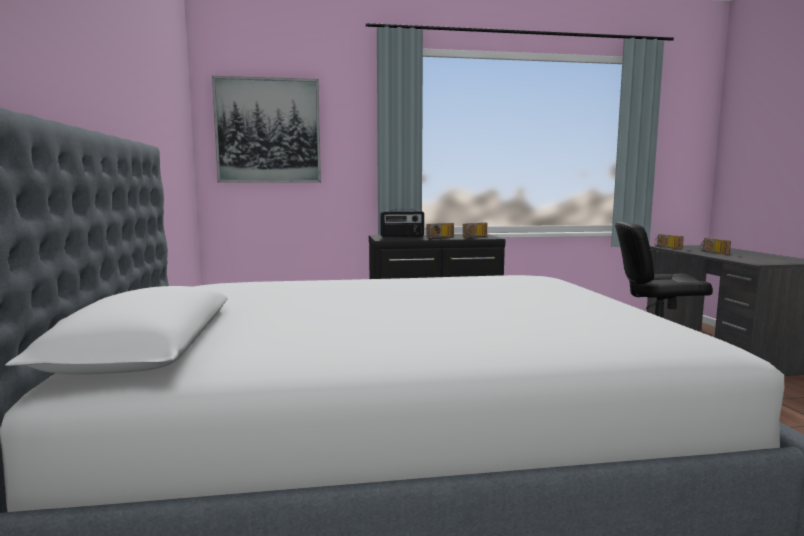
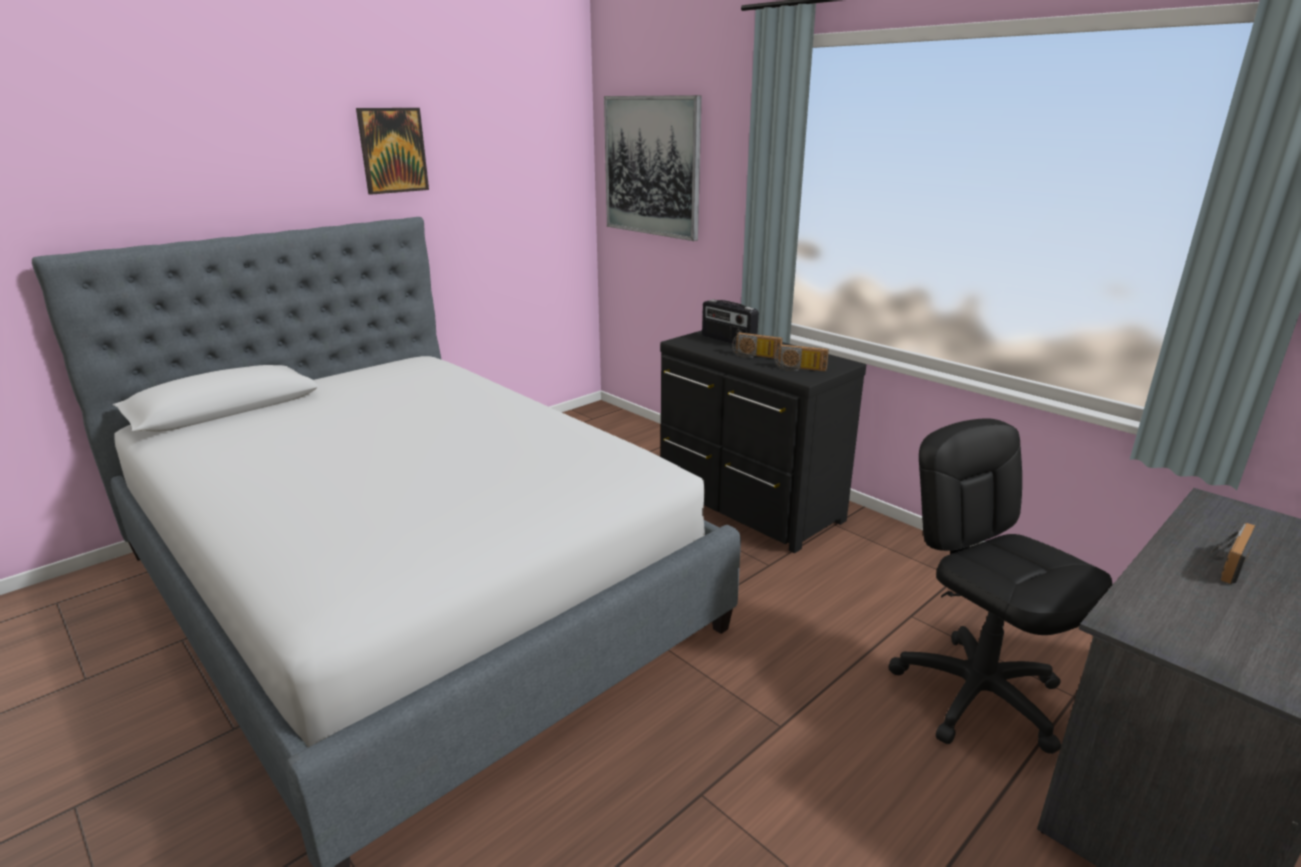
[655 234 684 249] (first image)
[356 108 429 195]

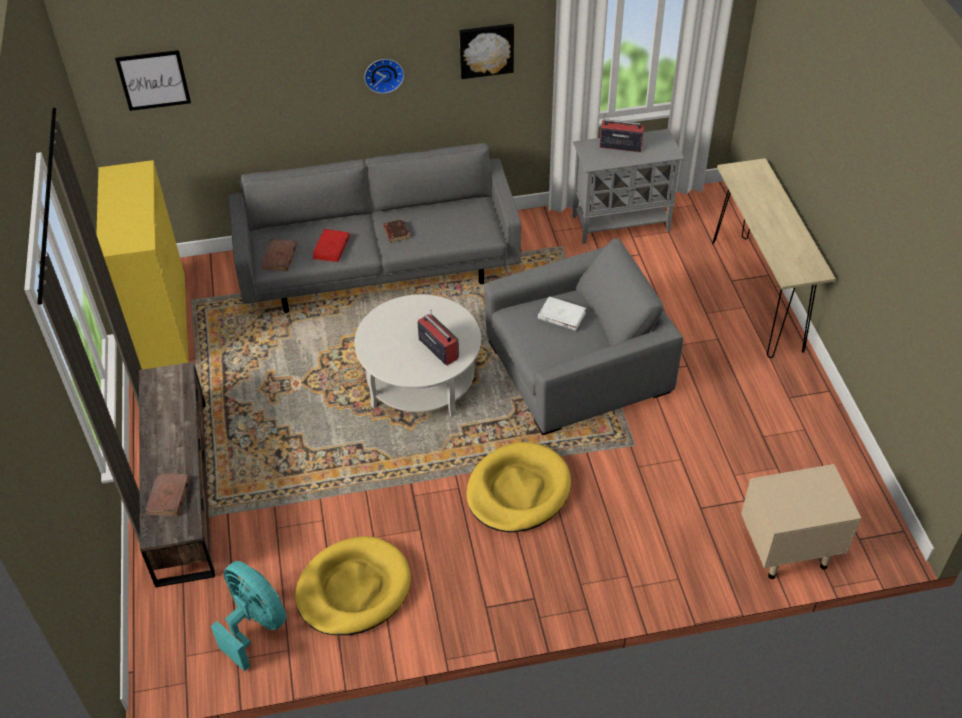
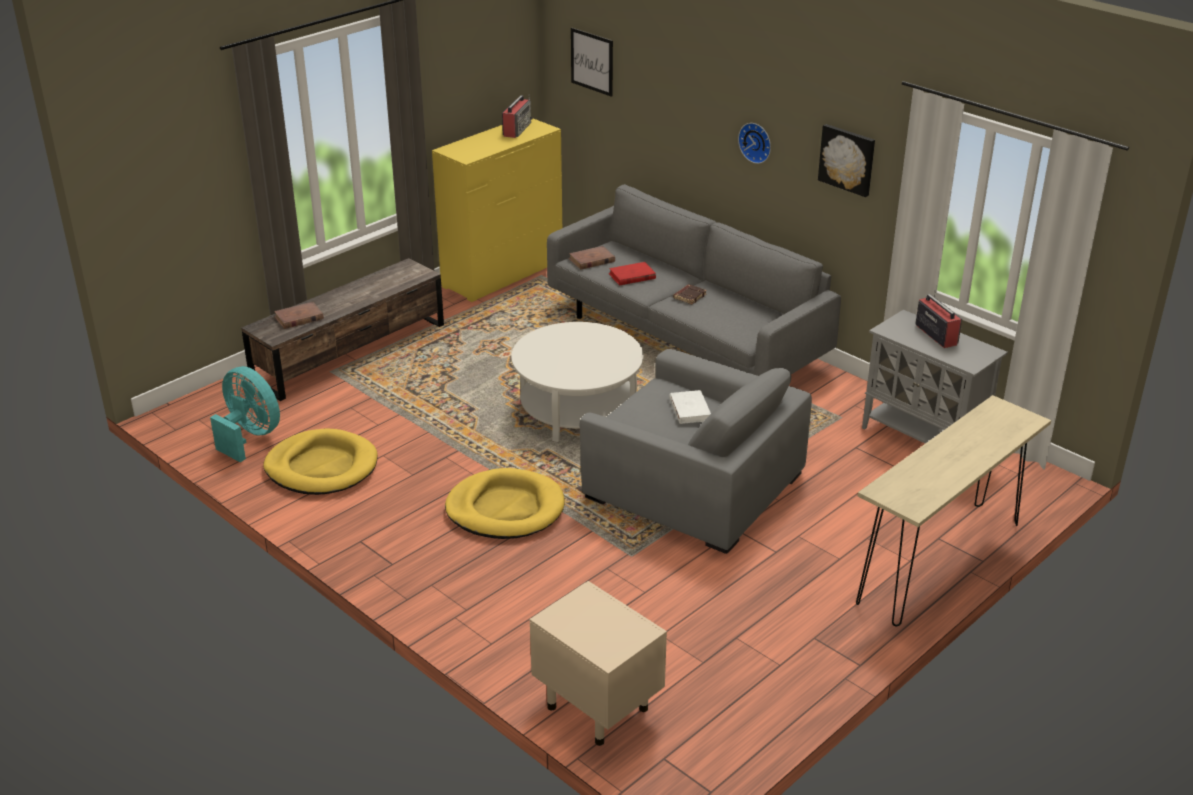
[502 94 533 138]
[210 366 280 462]

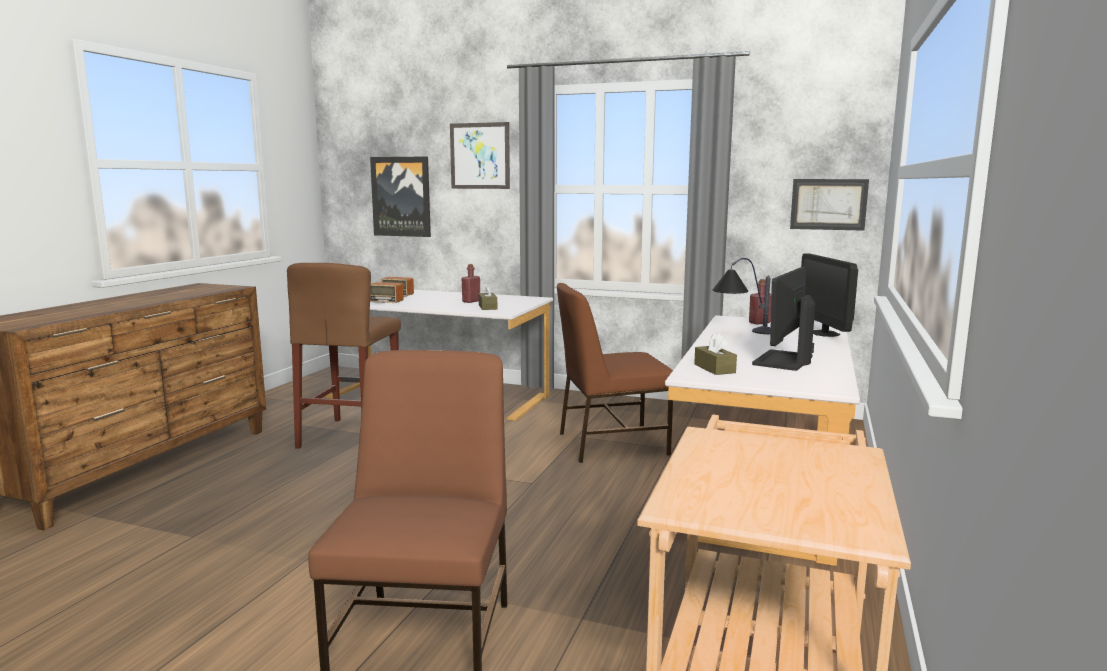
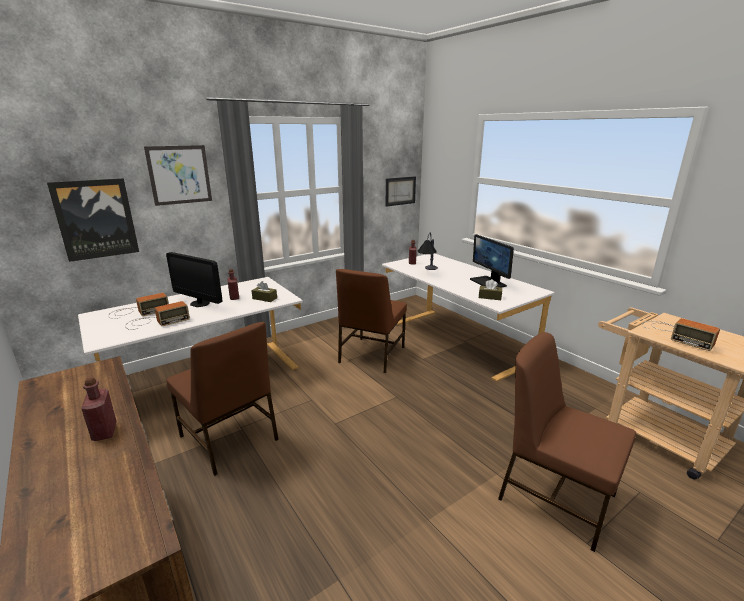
[166 252 222 307]
[166 322 279 476]
[642 318 720 351]
[81 377 117 441]

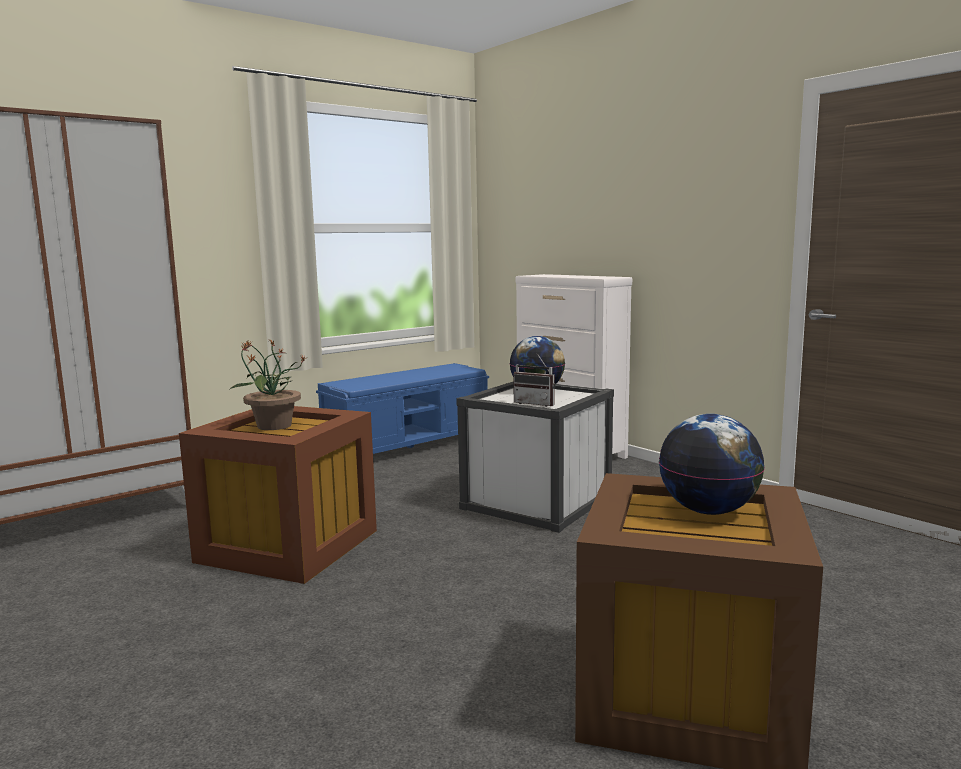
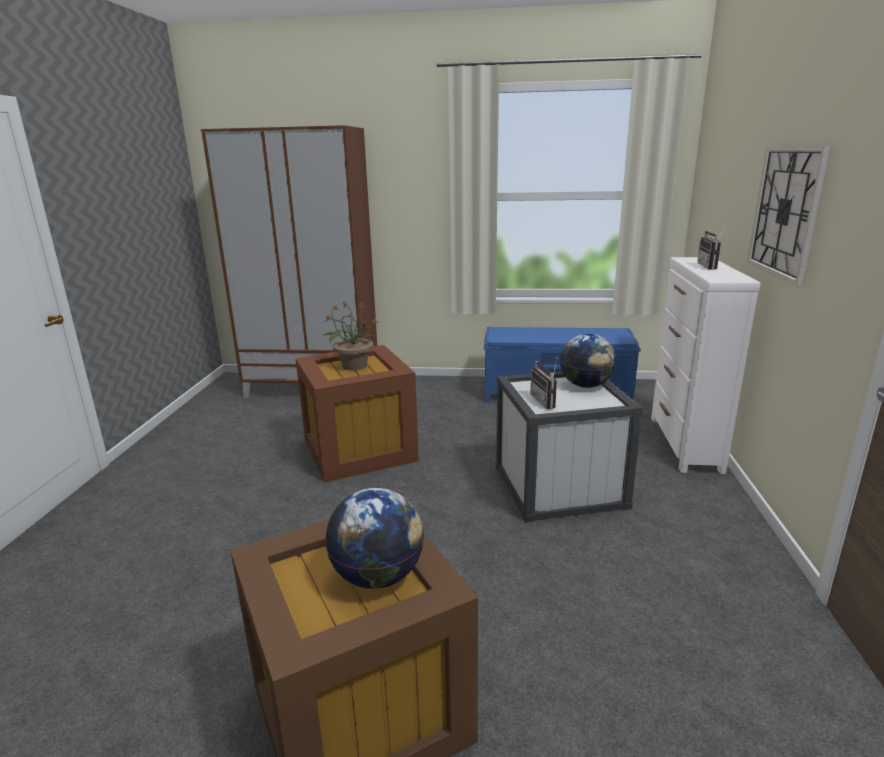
[747 146 831 285]
[697 223 727 270]

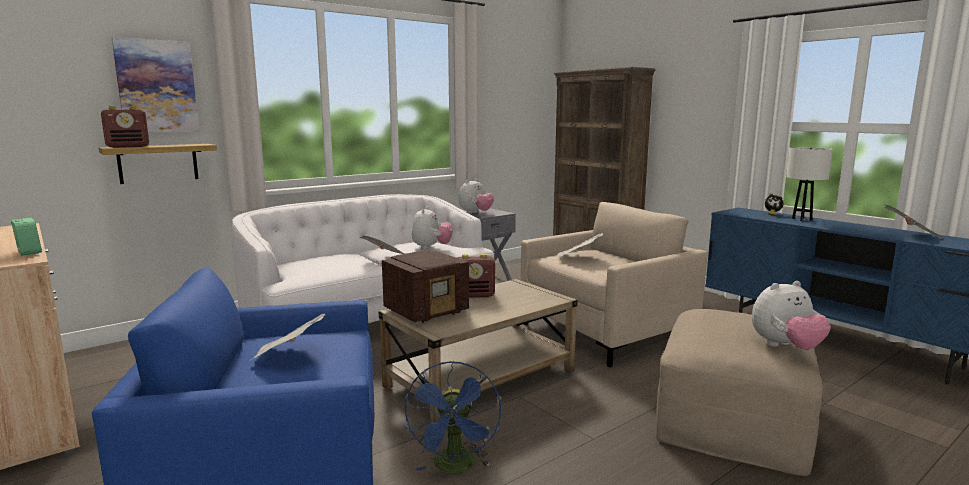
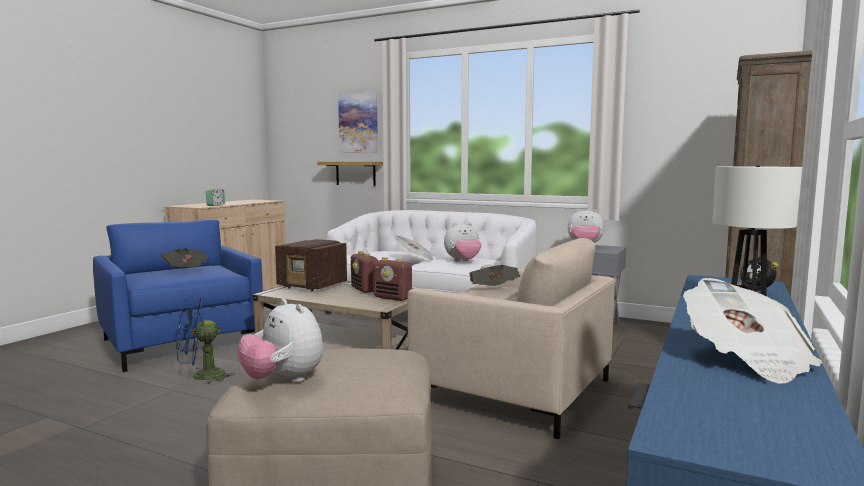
[373 257 412 301]

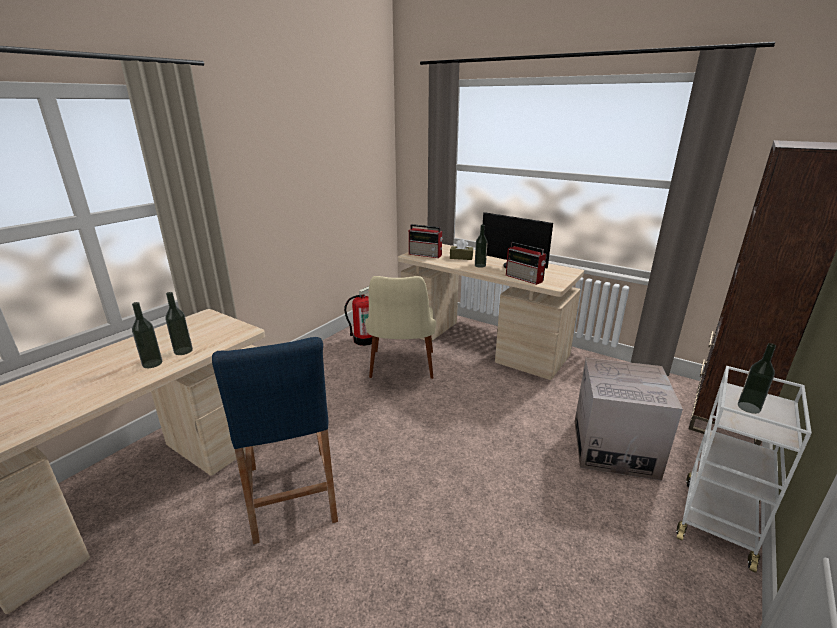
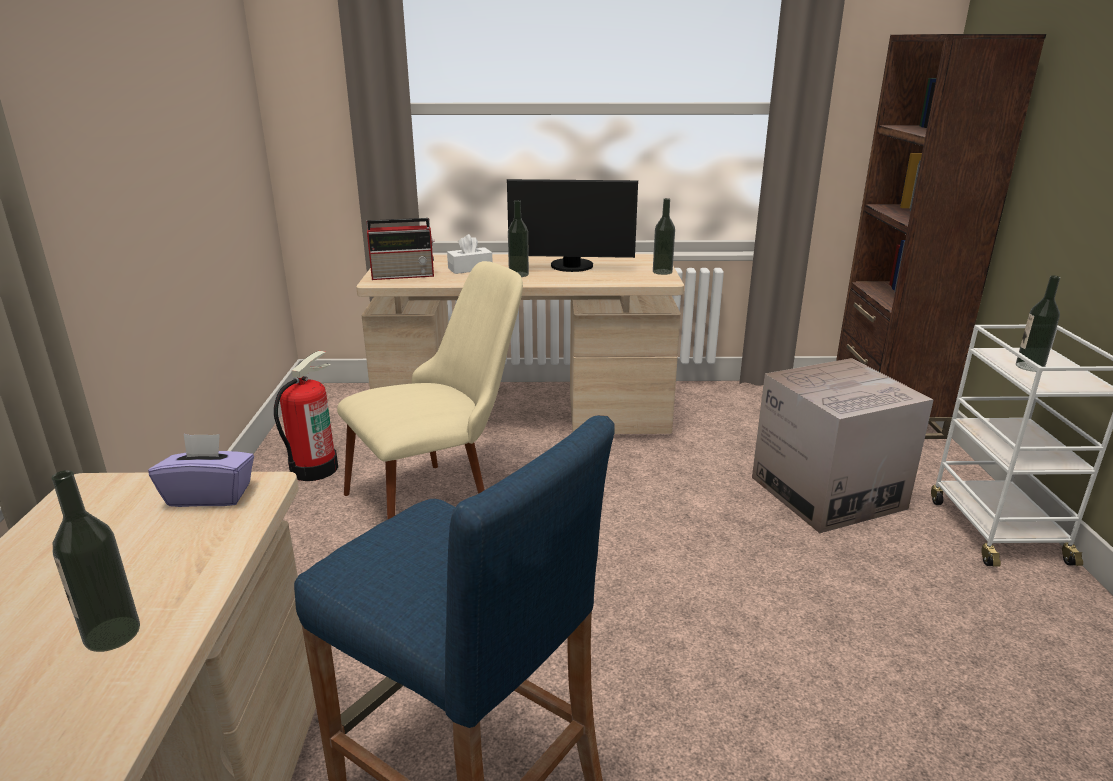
[447 234 493 274]
[506 242 547 285] (first image)
[337 261 523 520]
[653 198 675 275]
[148 434 254 507]

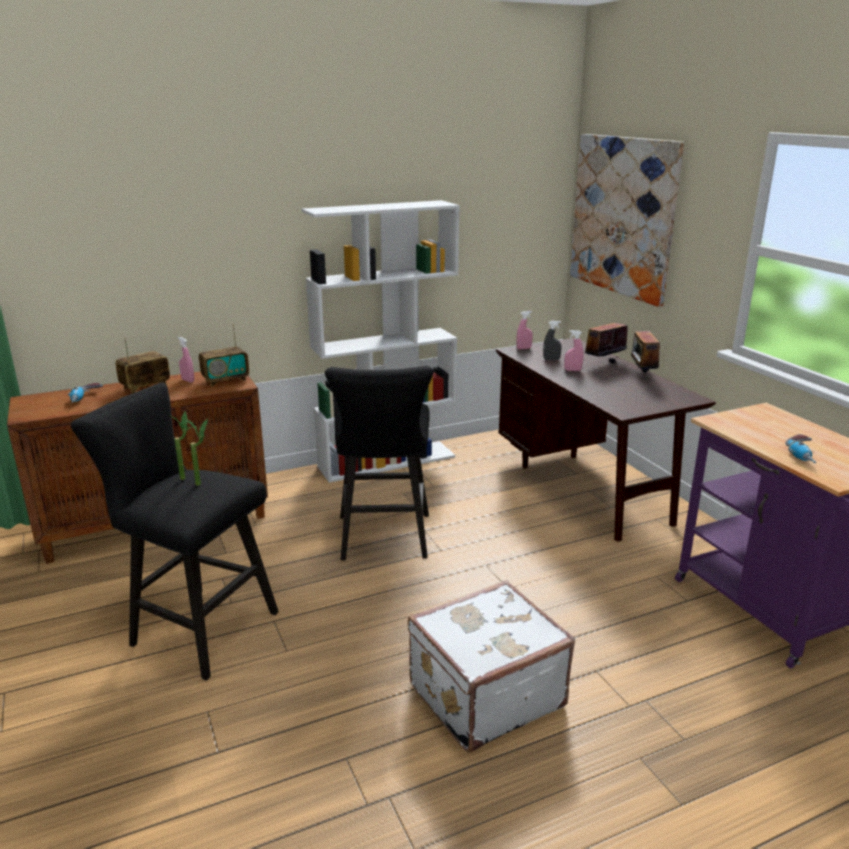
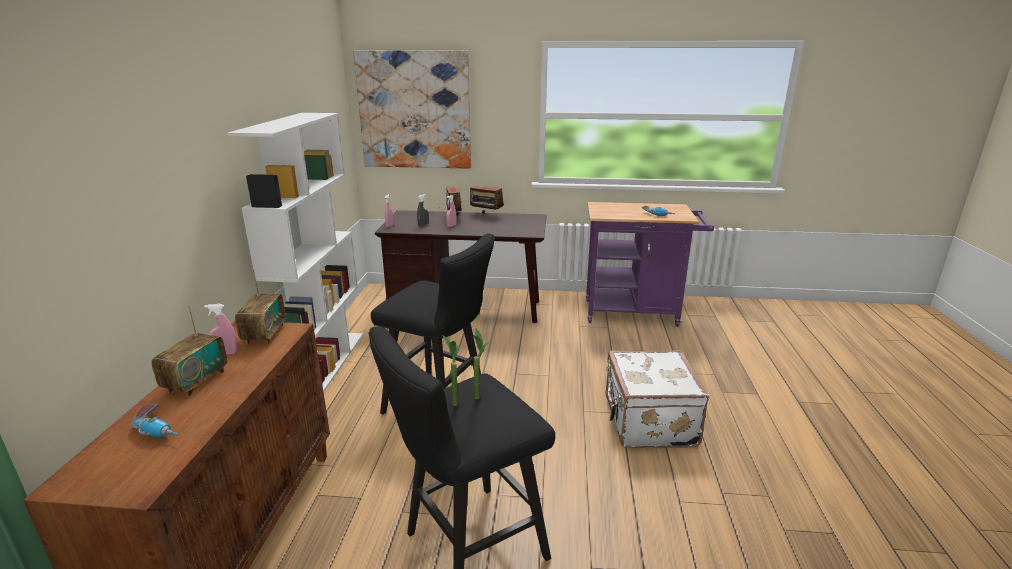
[151 306 227 397]

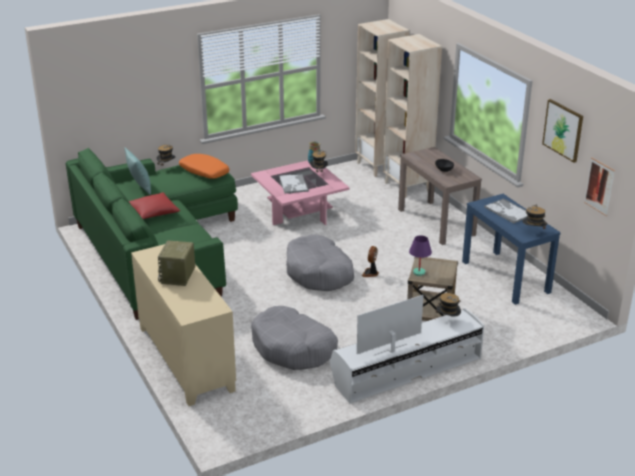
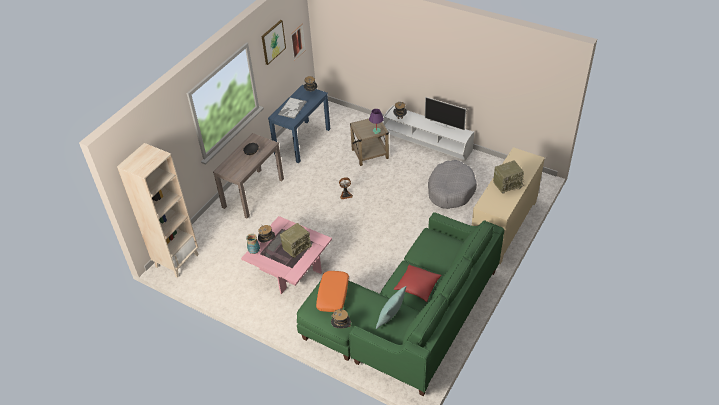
[383 34 442 198] (first image)
[280 223 312 258]
[286 234 354 291] (first image)

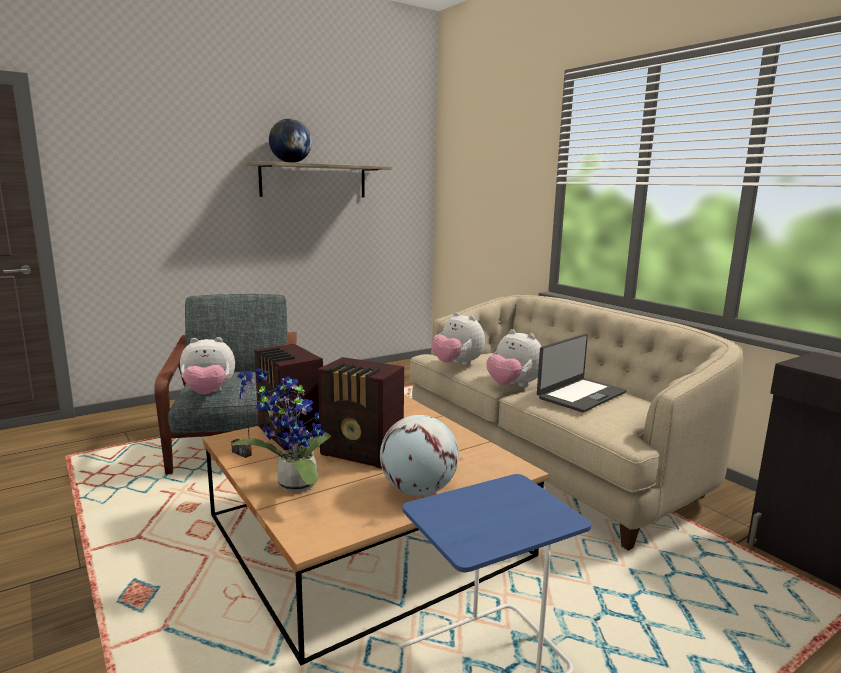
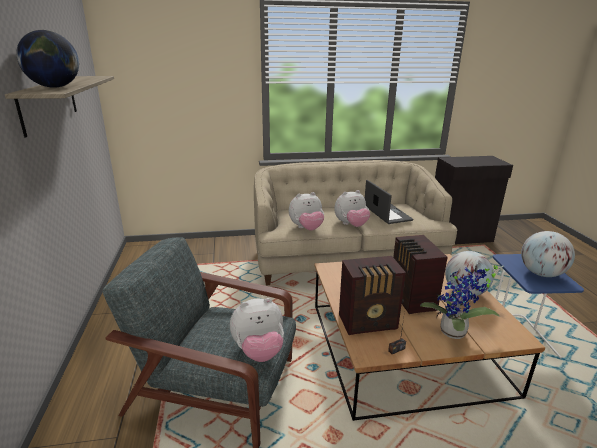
[230 298 284 362]
[393 235 448 314]
[521 231 575 277]

